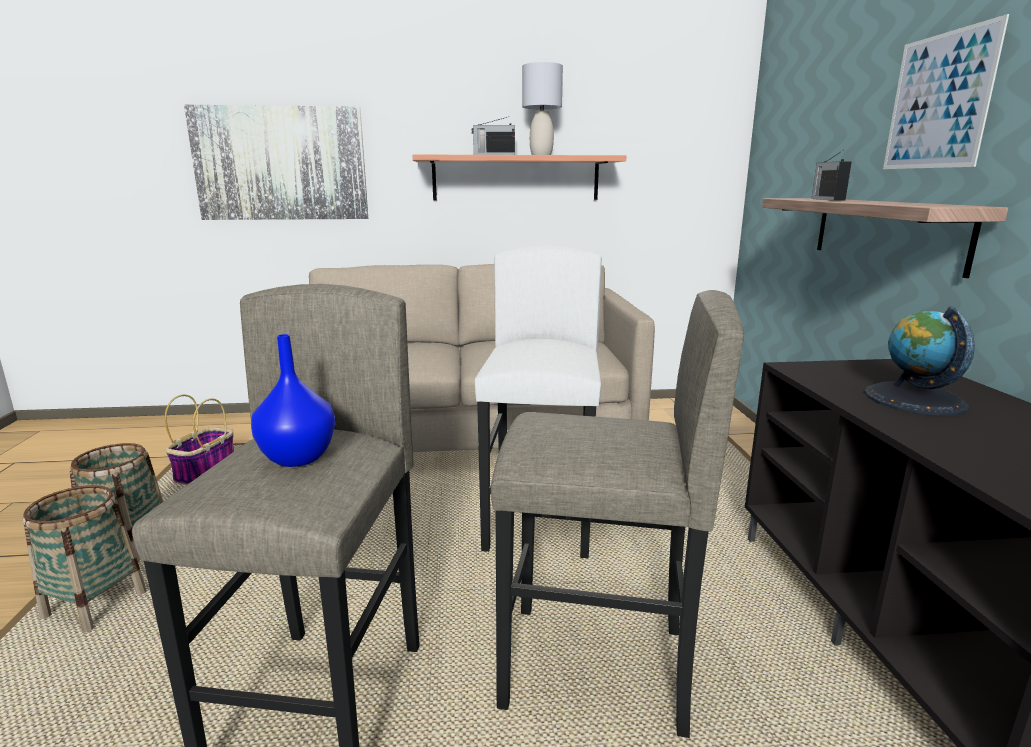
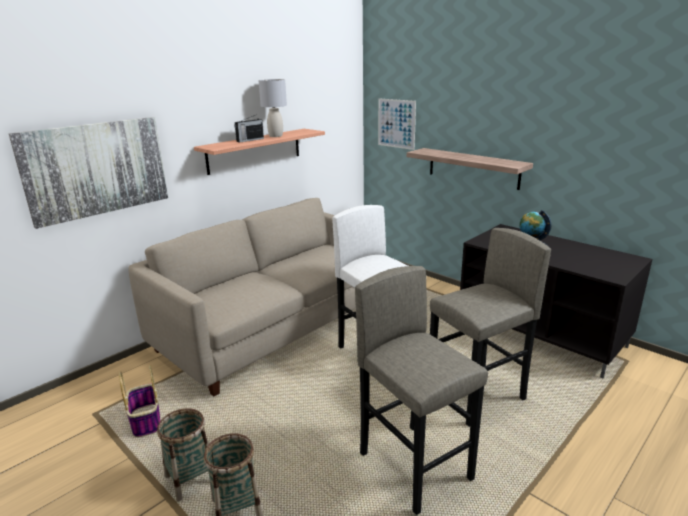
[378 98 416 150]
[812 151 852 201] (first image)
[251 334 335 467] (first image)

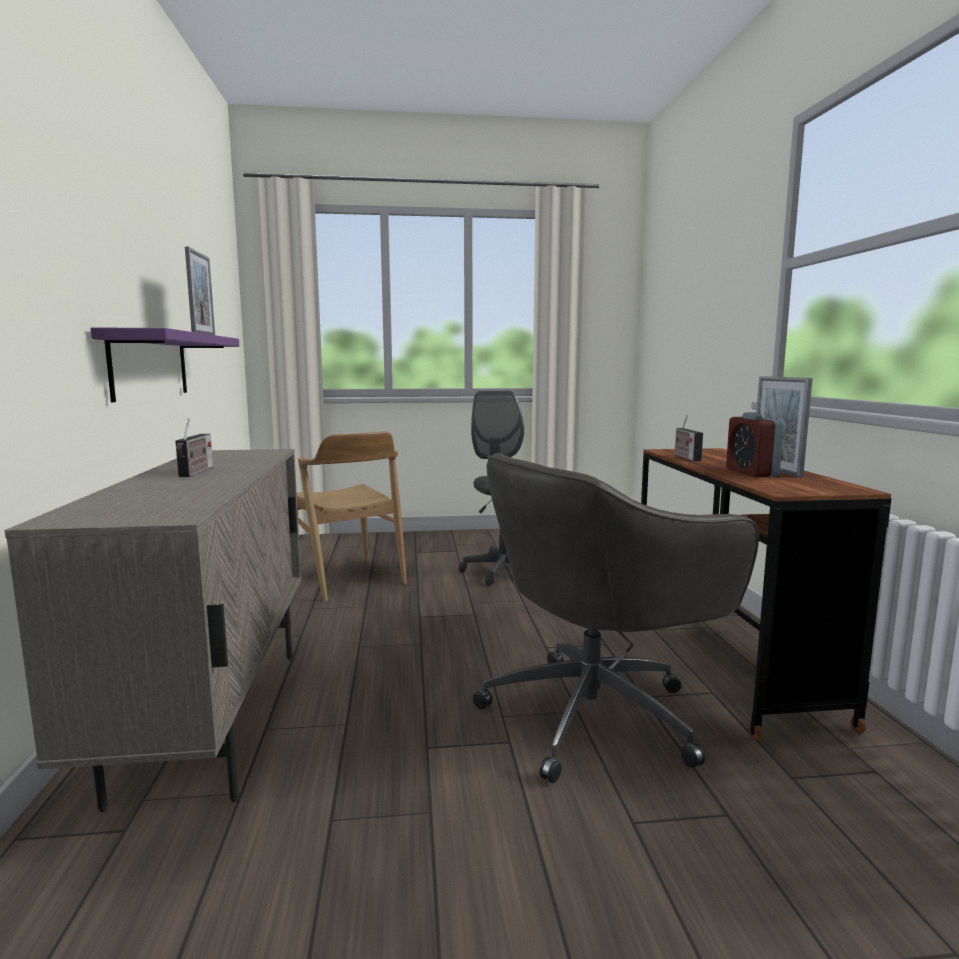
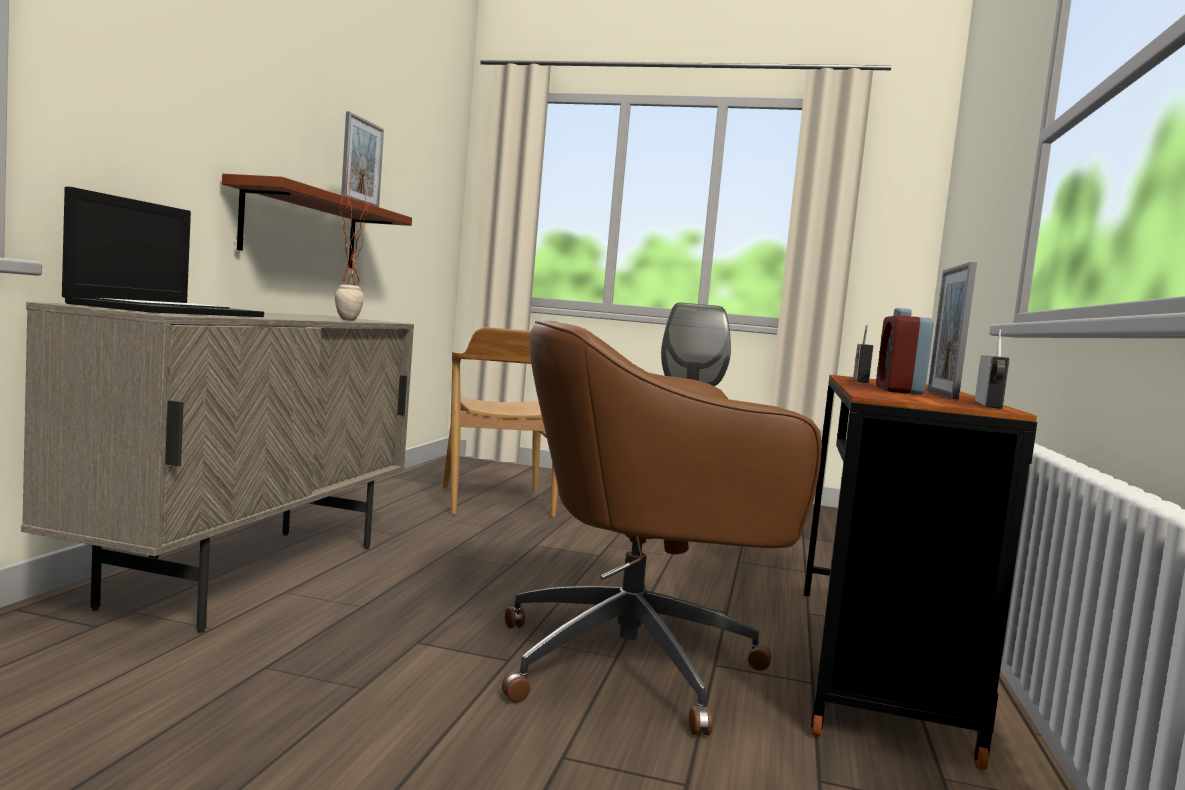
[222 174 412 268]
[975 330 1010 409]
[502 320 822 735]
[335 148 375 321]
[62 186 264 317]

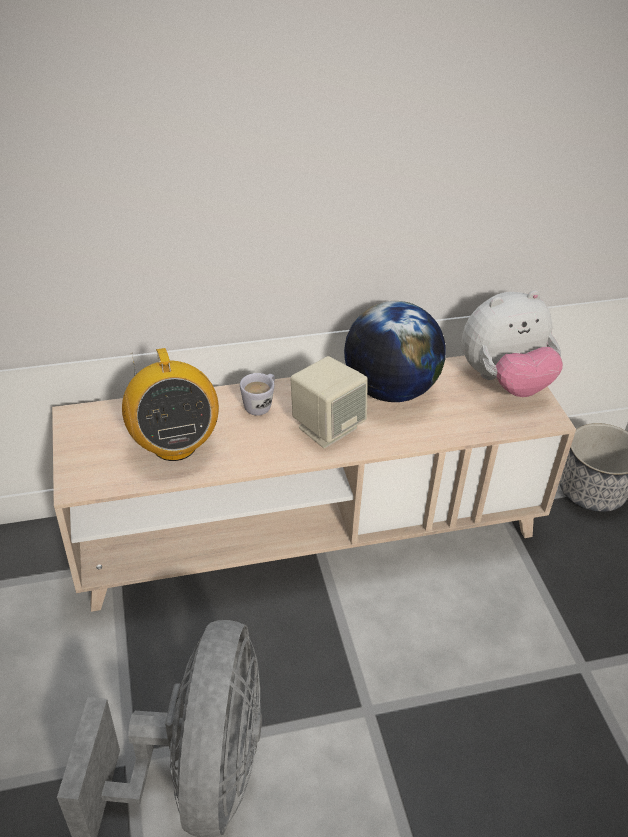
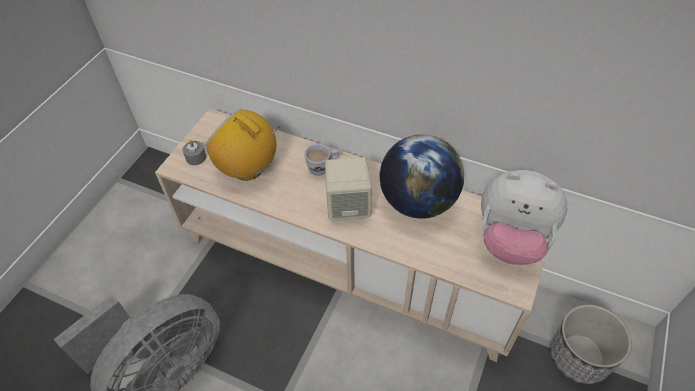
[206 109 280 181]
[182 140 206 165]

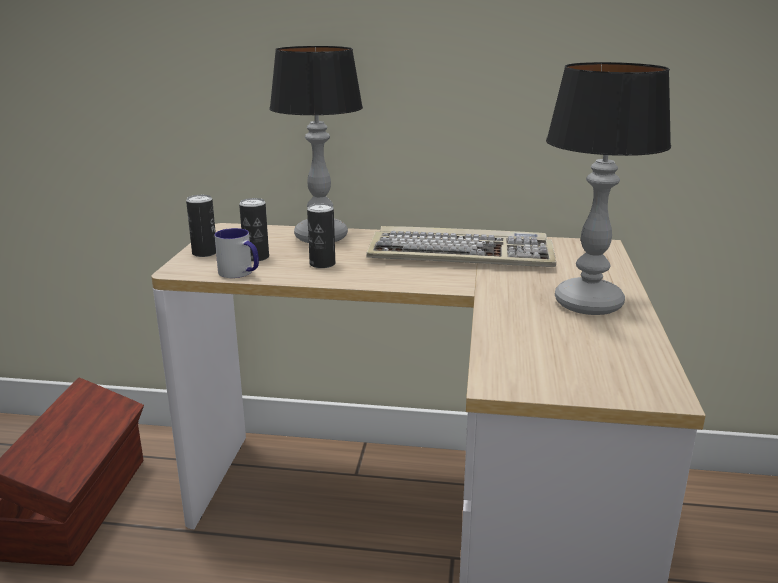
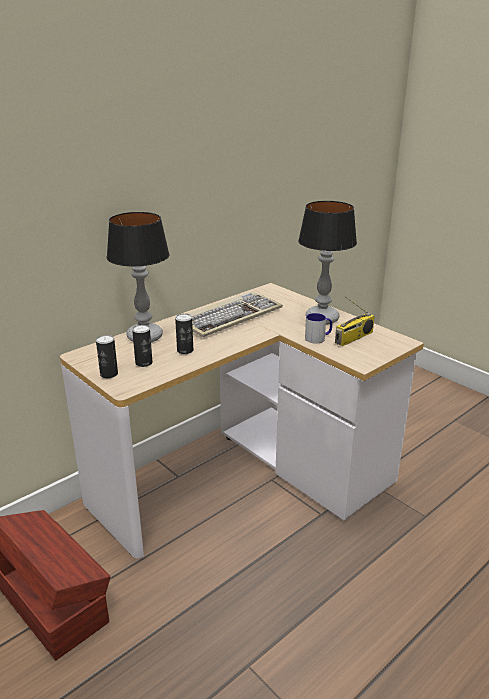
[305 313 332 343]
[335 297 375 346]

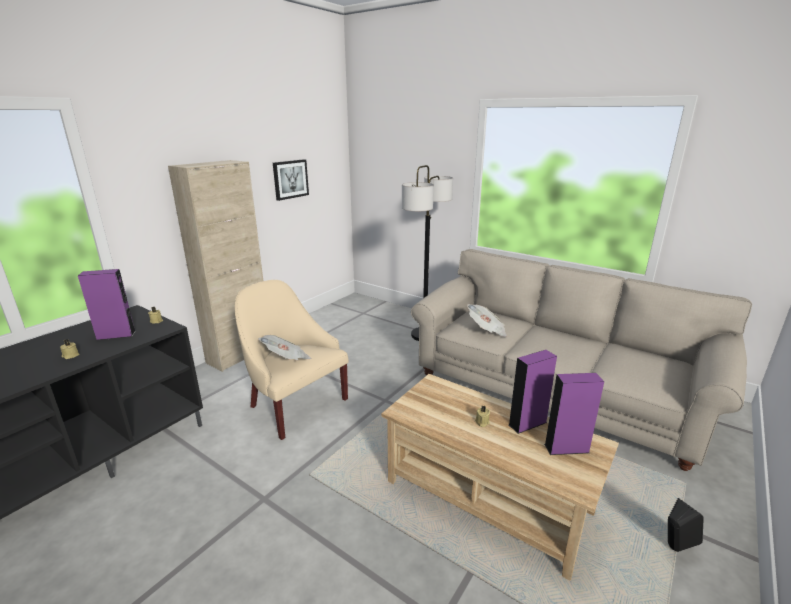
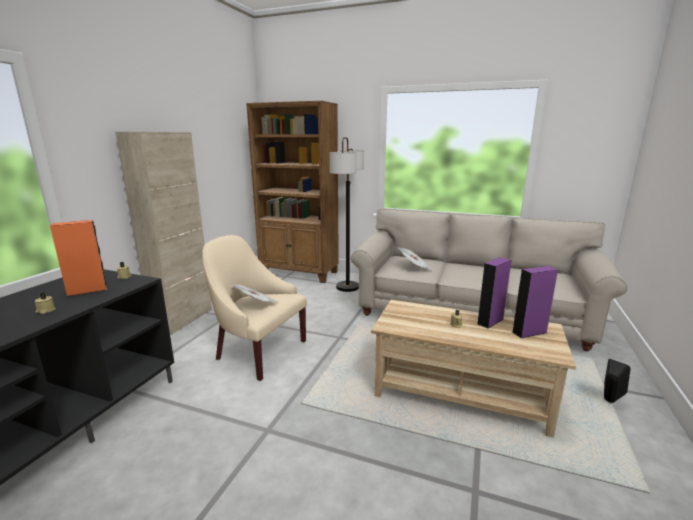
[273 159 309 201] (first image)
[50 220 107 297]
[246 101 339 283]

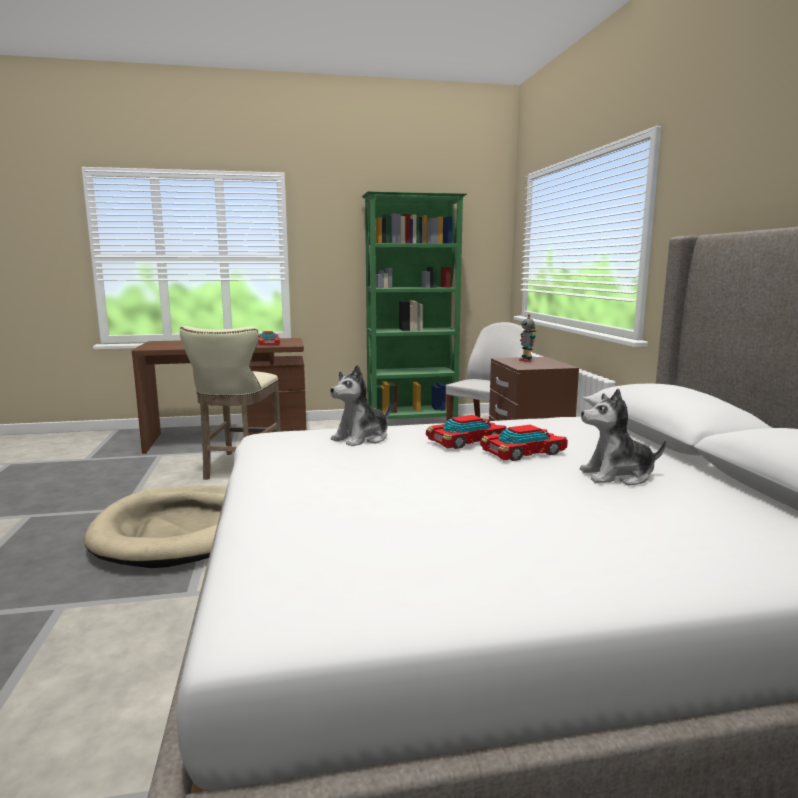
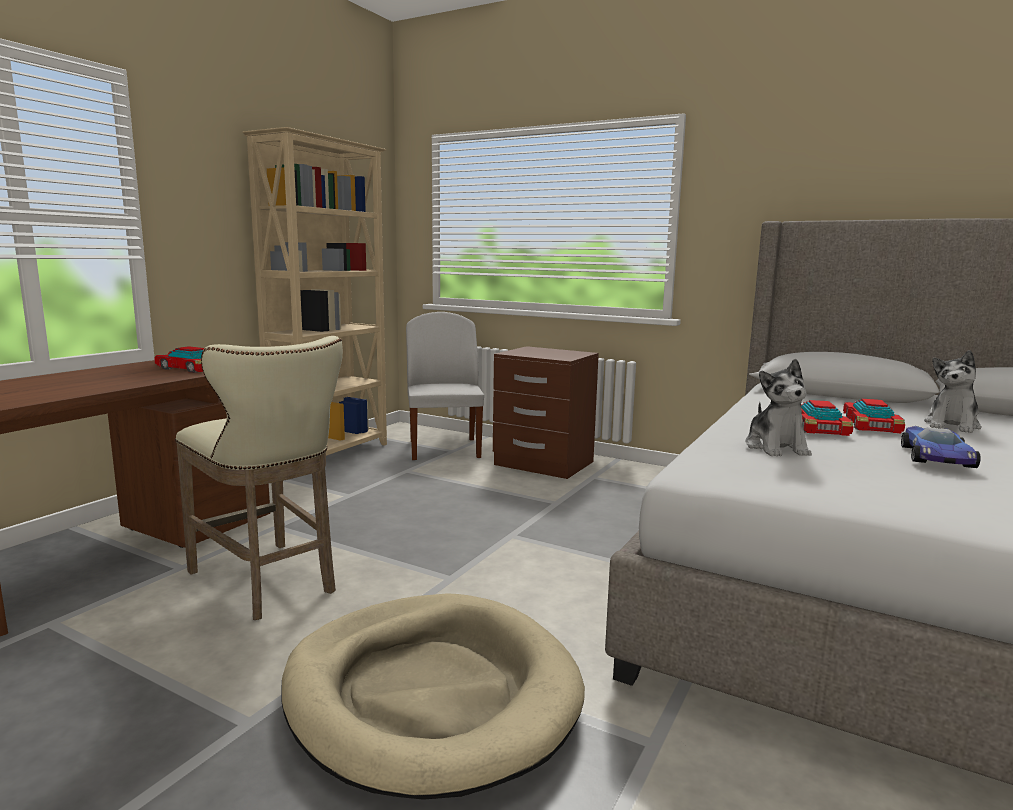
[242 127 387 456]
[519 314 536 362] (first image)
[901 426 981 468]

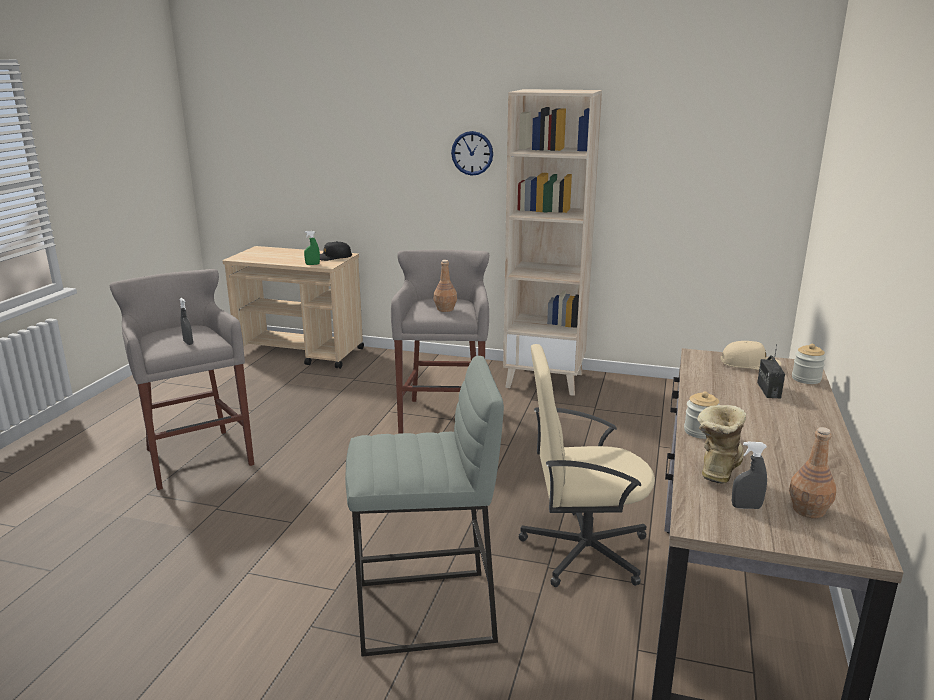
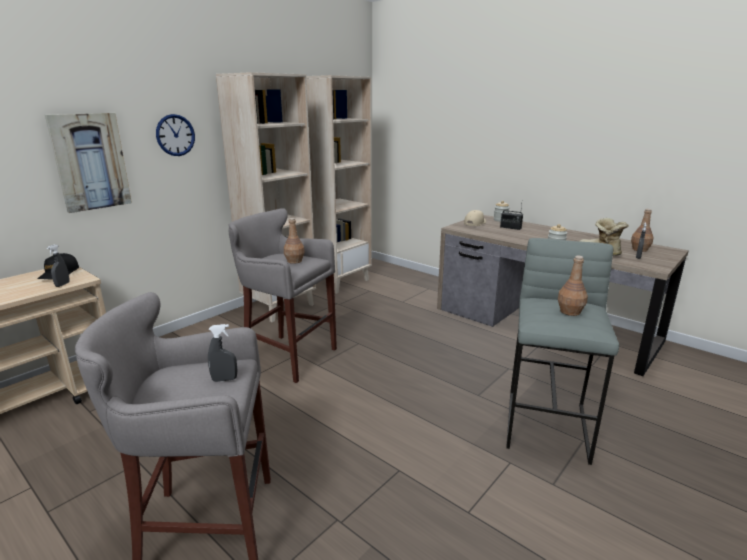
[47 244 70 287]
[519 344 655 587] (first image)
[306 75 372 294]
[45 113 132 213]
[558 256 588 316]

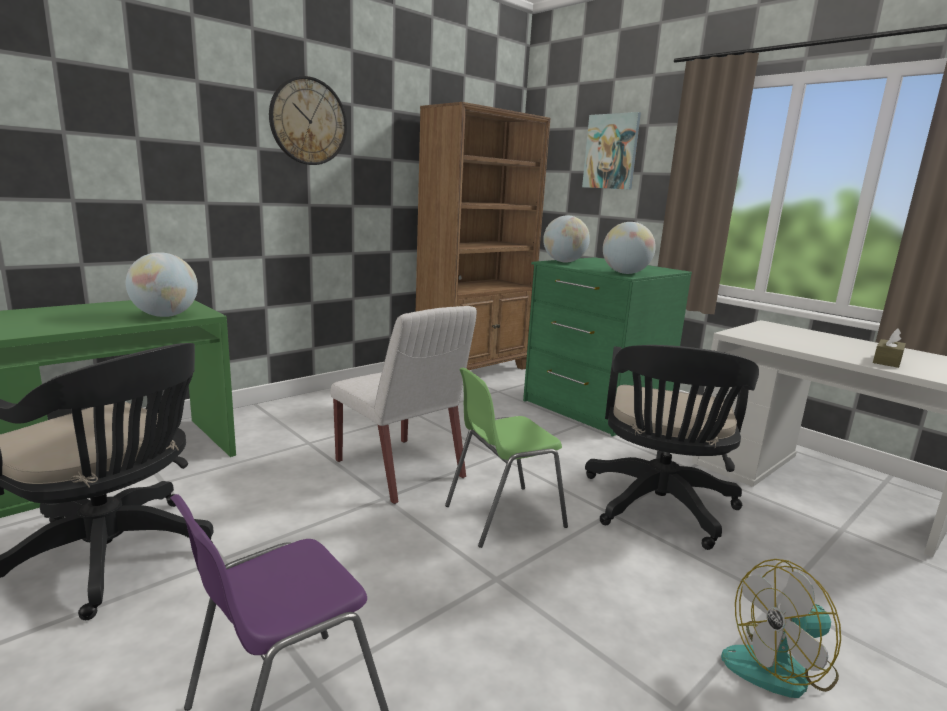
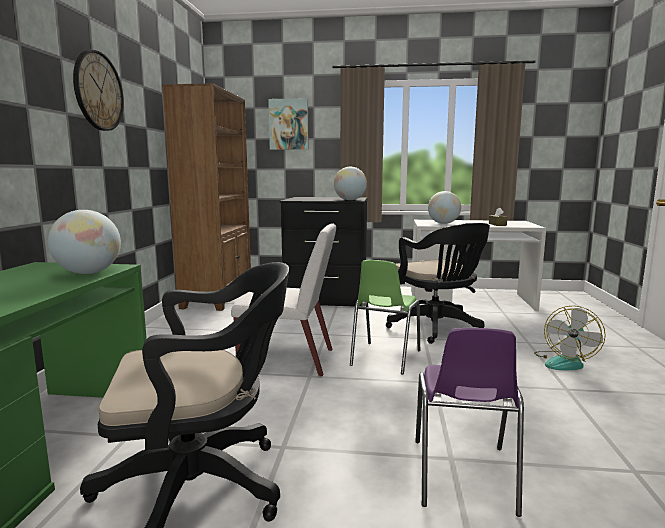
[428 191 461 224]
[279 197 367 307]

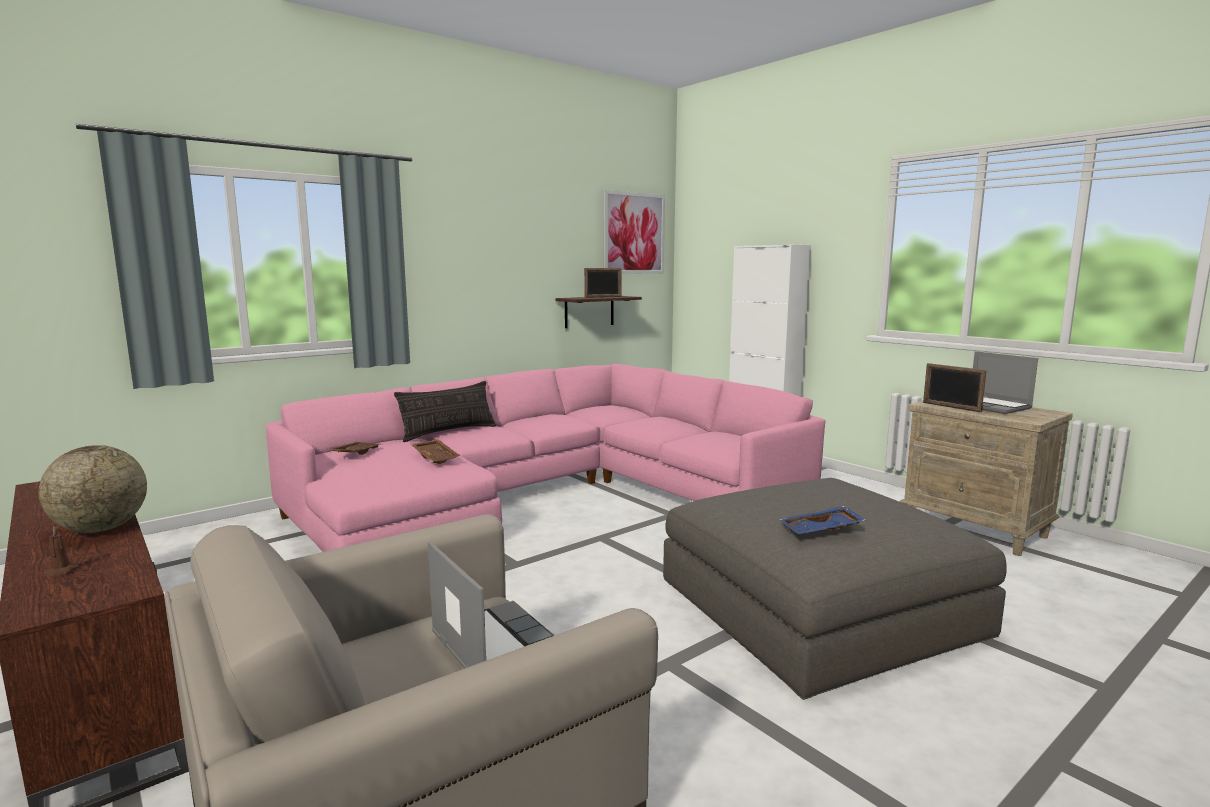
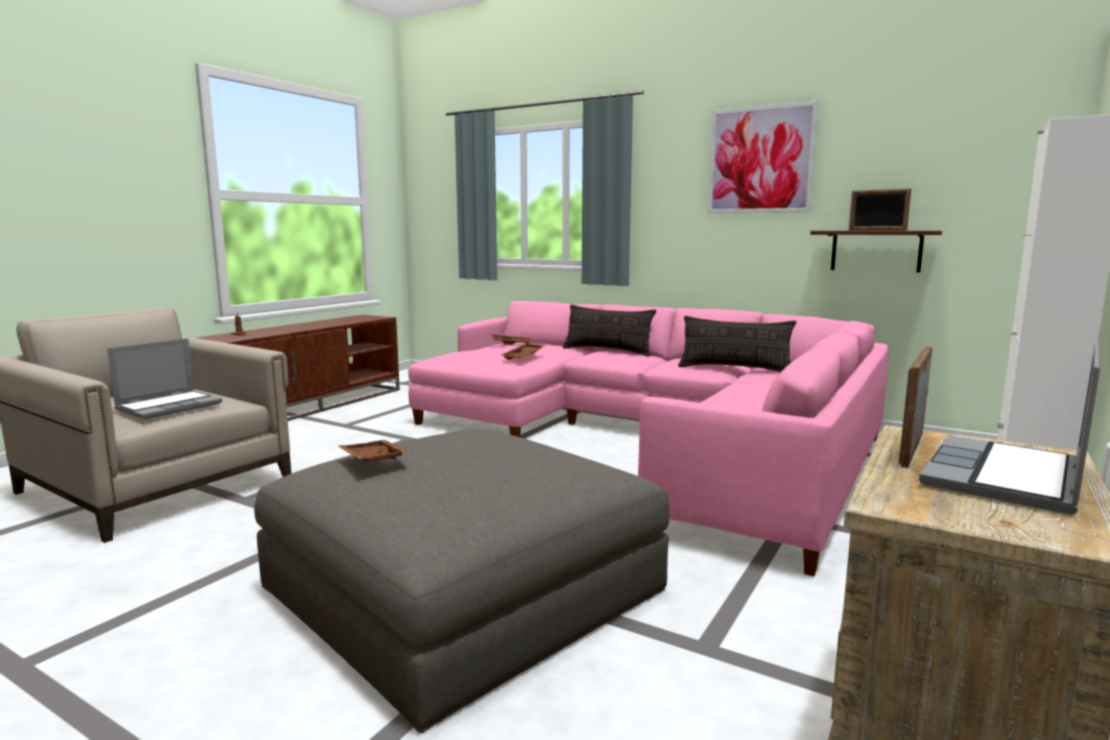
[707 100 819 214]
[39 445 147 533] (first image)
[339 440 409 462]
[678 316 796 372]

